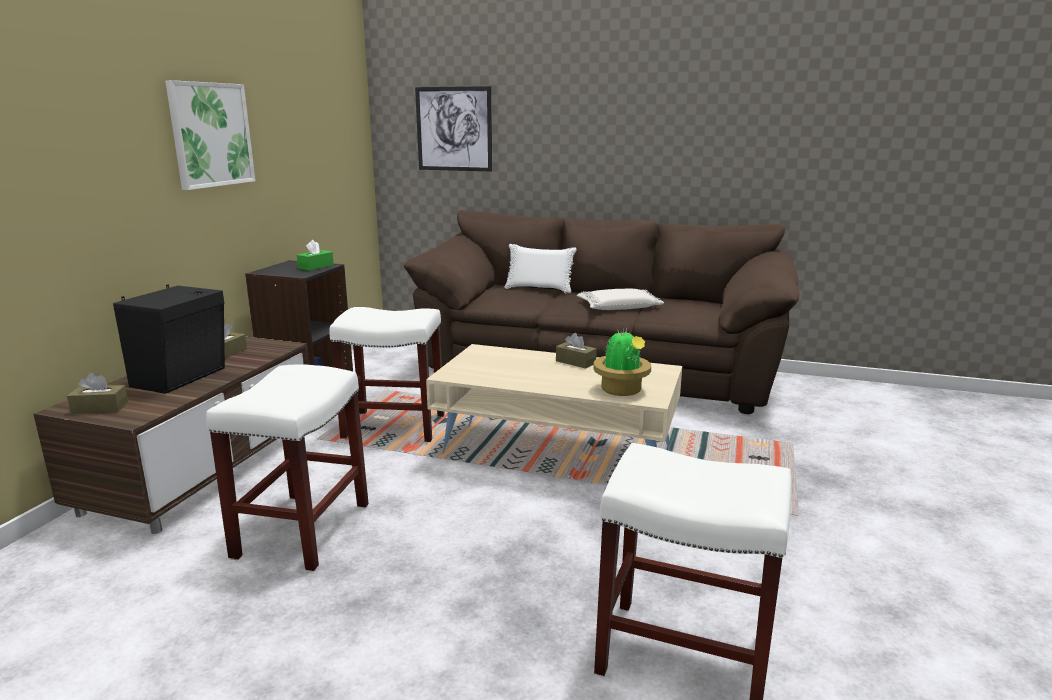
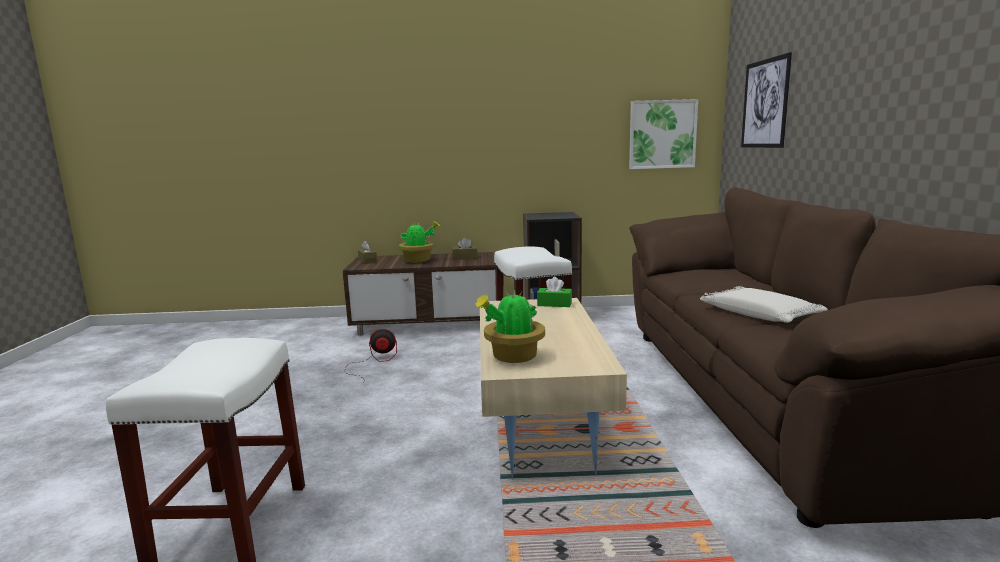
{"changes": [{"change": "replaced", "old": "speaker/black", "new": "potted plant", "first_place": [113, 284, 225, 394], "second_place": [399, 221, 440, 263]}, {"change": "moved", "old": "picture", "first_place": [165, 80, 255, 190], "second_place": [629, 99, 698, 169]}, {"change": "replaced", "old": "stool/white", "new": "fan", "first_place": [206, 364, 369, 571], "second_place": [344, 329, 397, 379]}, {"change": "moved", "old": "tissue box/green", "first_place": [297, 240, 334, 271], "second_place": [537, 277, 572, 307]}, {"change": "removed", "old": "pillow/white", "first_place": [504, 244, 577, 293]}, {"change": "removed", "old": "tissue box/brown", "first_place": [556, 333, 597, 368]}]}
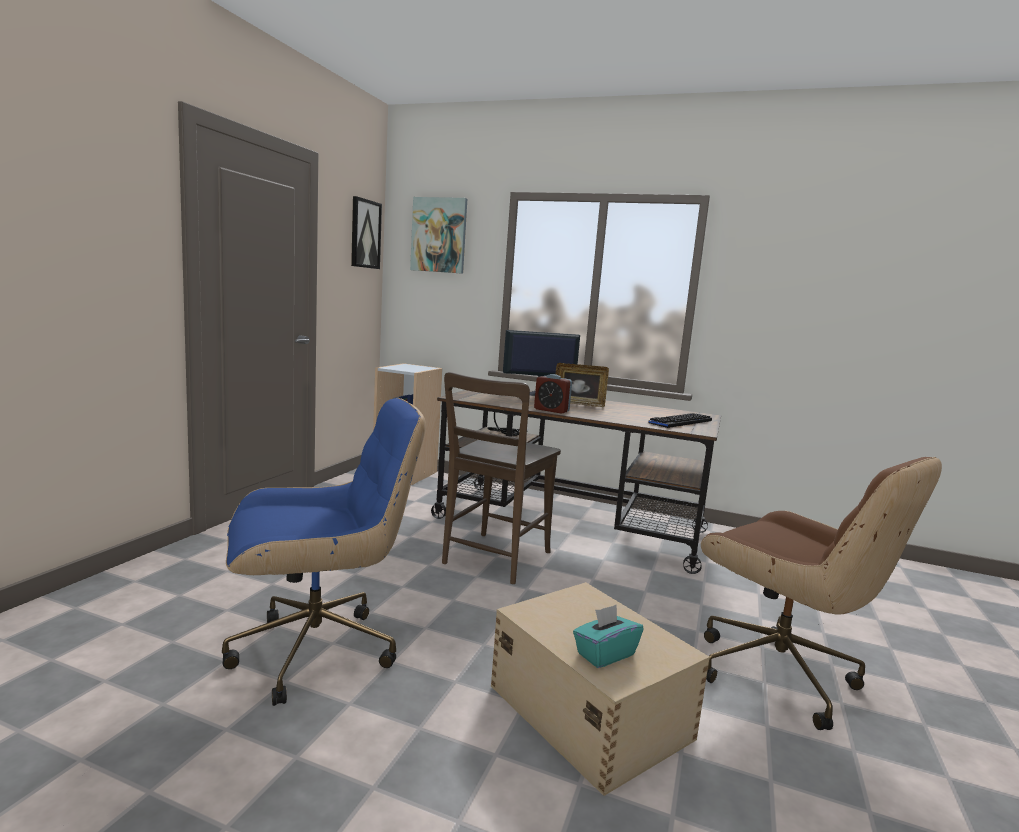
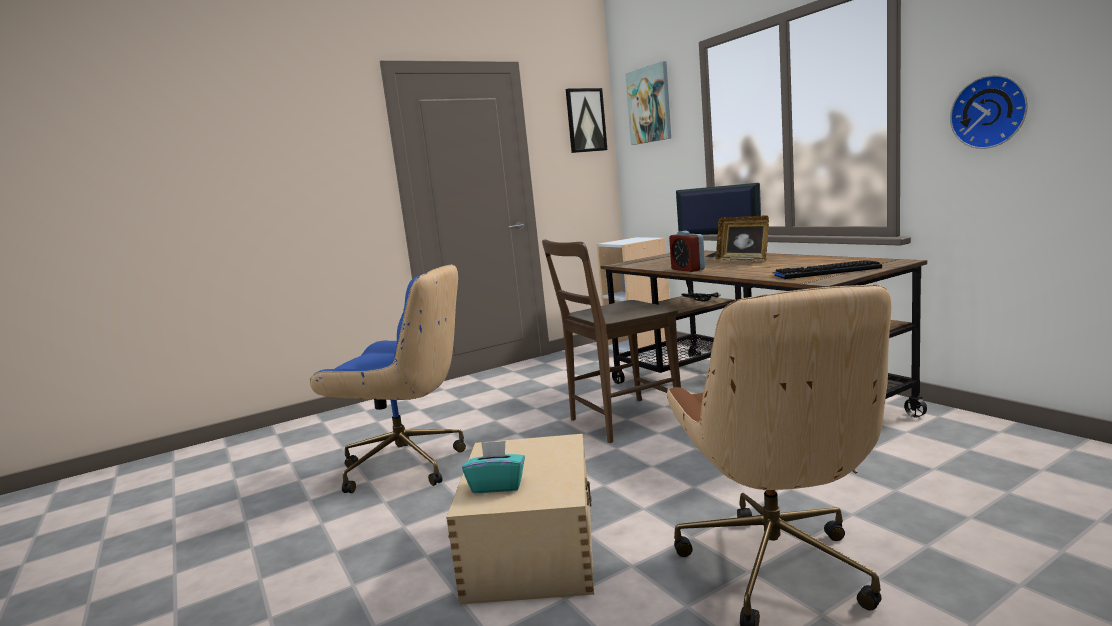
{"changes": [{"change": "added", "new": "wall clock", "second_place": [950, 75, 1028, 149]}]}
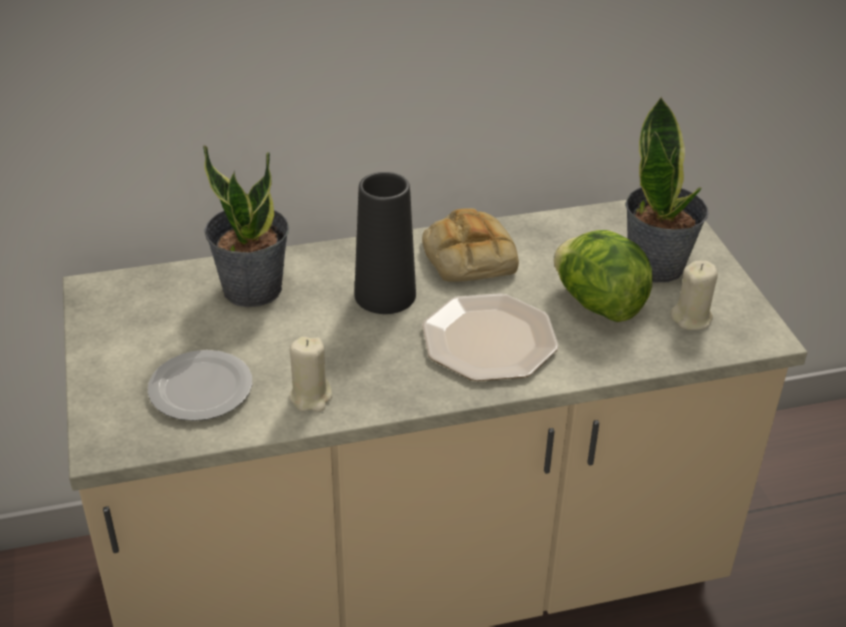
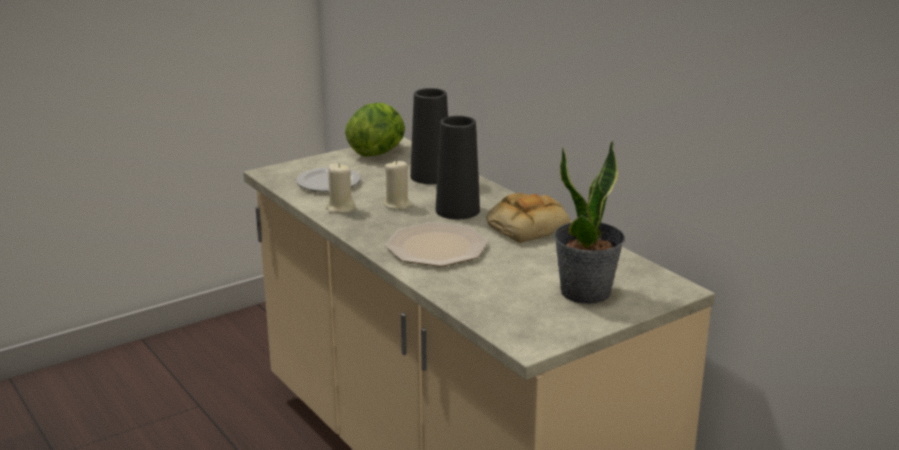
{"changes": [{"change": "replaced", "old": "potted plant", "new": "vase/black", "first_place": [203, 145, 289, 307], "second_place": [410, 88, 448, 184]}, {"change": "moved", "old": "lettuce", "first_place": [554, 230, 652, 322], "second_place": [345, 103, 405, 156]}, {"change": "moved", "old": "candle/beige", "first_place": [670, 261, 718, 330], "second_place": [383, 160, 413, 210]}]}
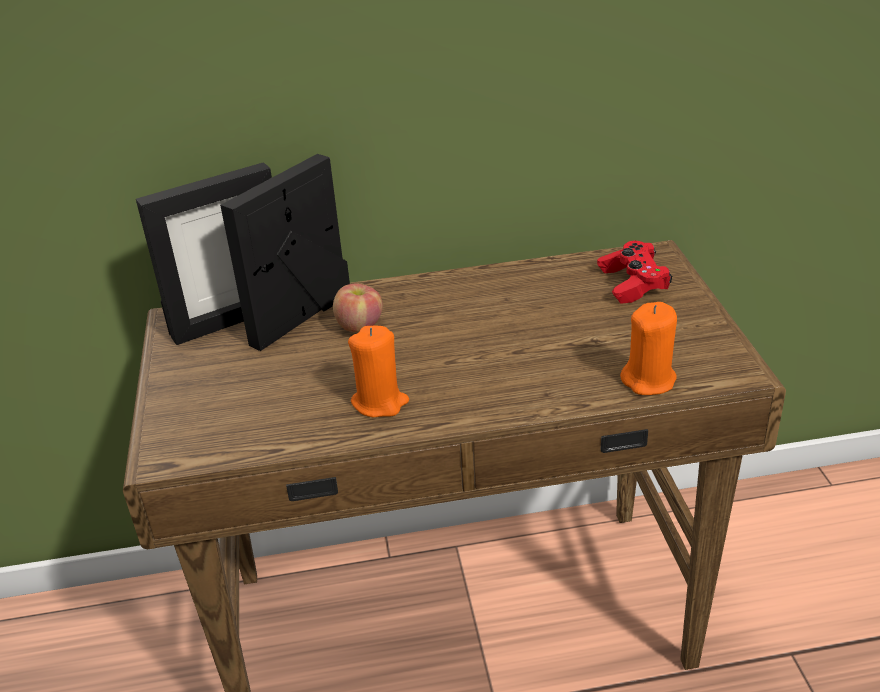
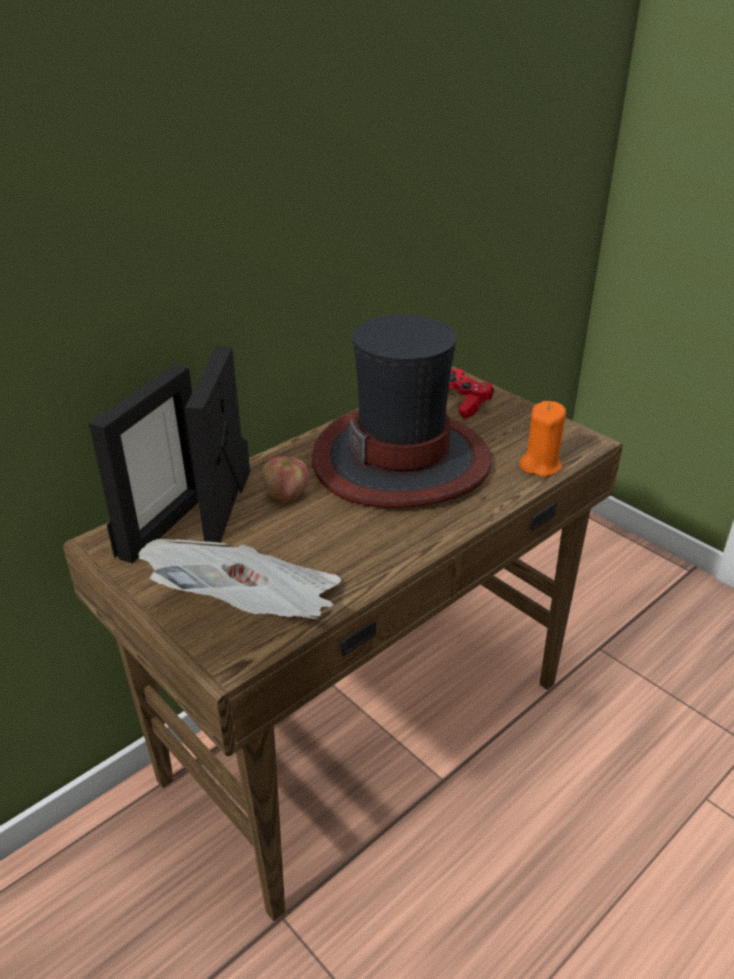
{"changes": [{"change": "removed", "old": "candle/orange", "first_place": [348, 326, 409, 417]}, {"change": "added", "new": "newspaper", "second_place": [138, 539, 341, 619]}, {"change": "added", "new": "hat", "second_place": [312, 314, 491, 508]}]}
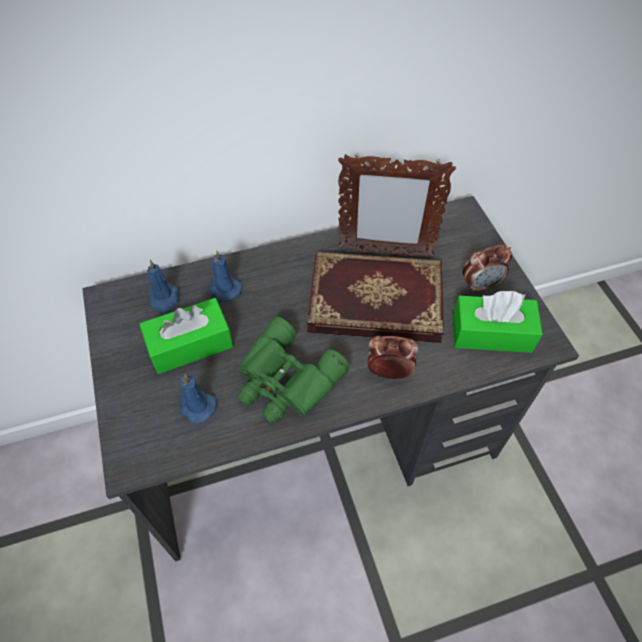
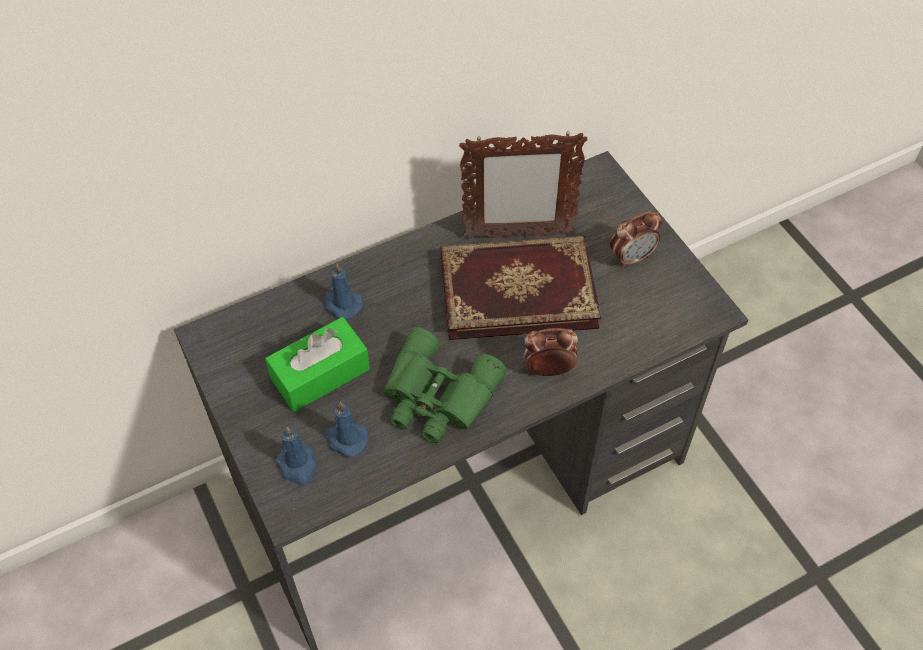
{"changes": [{"change": "moved", "old": "candle/blue", "first_place": [147, 260, 178, 314], "second_place": [276, 427, 317, 486]}, {"change": "removed", "old": "tissue box/green", "first_place": [452, 291, 543, 353]}]}
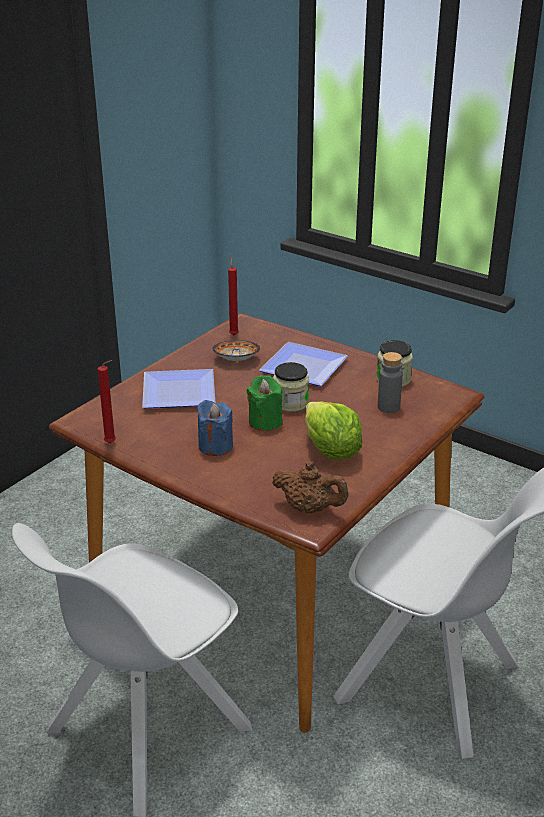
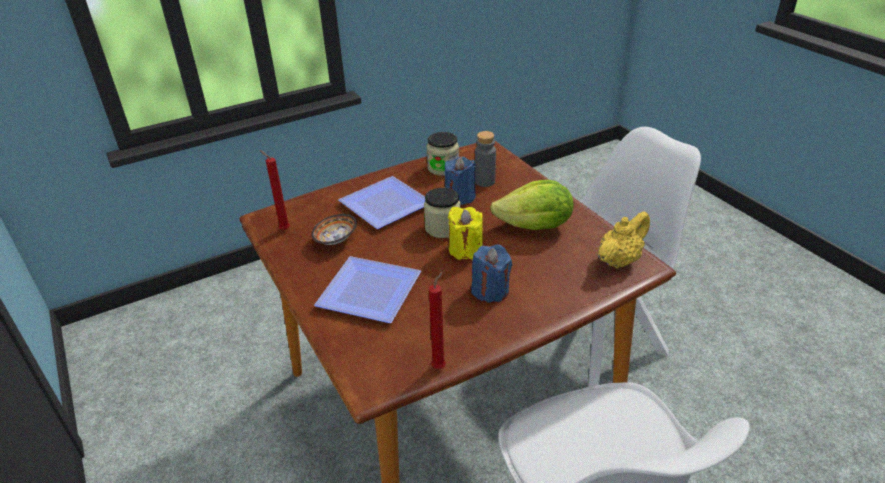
{"changes": [{"change": "recoloured", "old": "candle/green", "new": "candle/yellow", "first_place": [247, 375, 282, 431], "second_place": [448, 207, 483, 261]}, {"change": "recoloured", "old": "teapot/brown", "new": "teapot/yellow", "first_place": [272, 461, 349, 513], "second_place": [598, 211, 650, 269]}, {"change": "added", "new": "candle/blue", "second_place": [445, 156, 476, 204]}]}
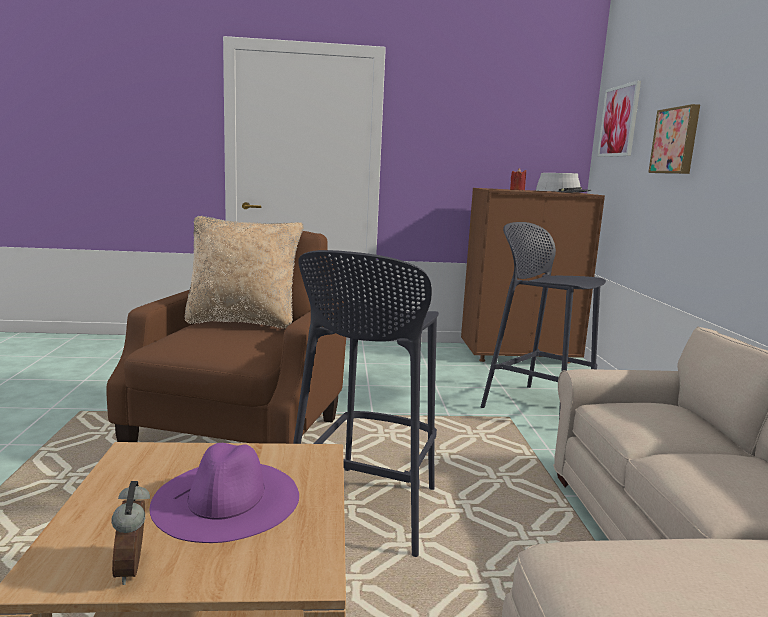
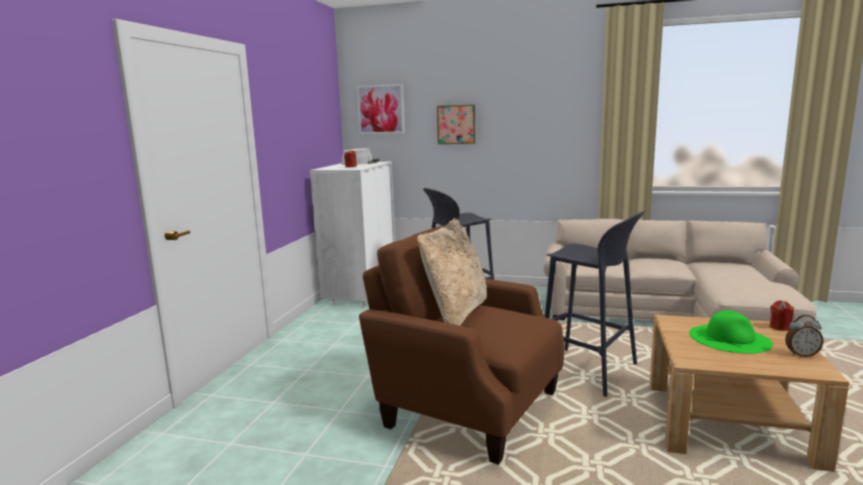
{"changes": [{"change": "recoloured", "old": "hat/purple", "new": "hat/green", "first_place": [150, 443, 299, 543], "second_place": [689, 310, 773, 354]}, {"change": "recoloured", "old": "cabinet/brown", "new": "cabinet/white", "first_place": [461, 188, 605, 364], "second_place": [310, 162, 395, 306]}, {"change": "added", "new": "candle/red", "second_place": [770, 300, 794, 331]}]}
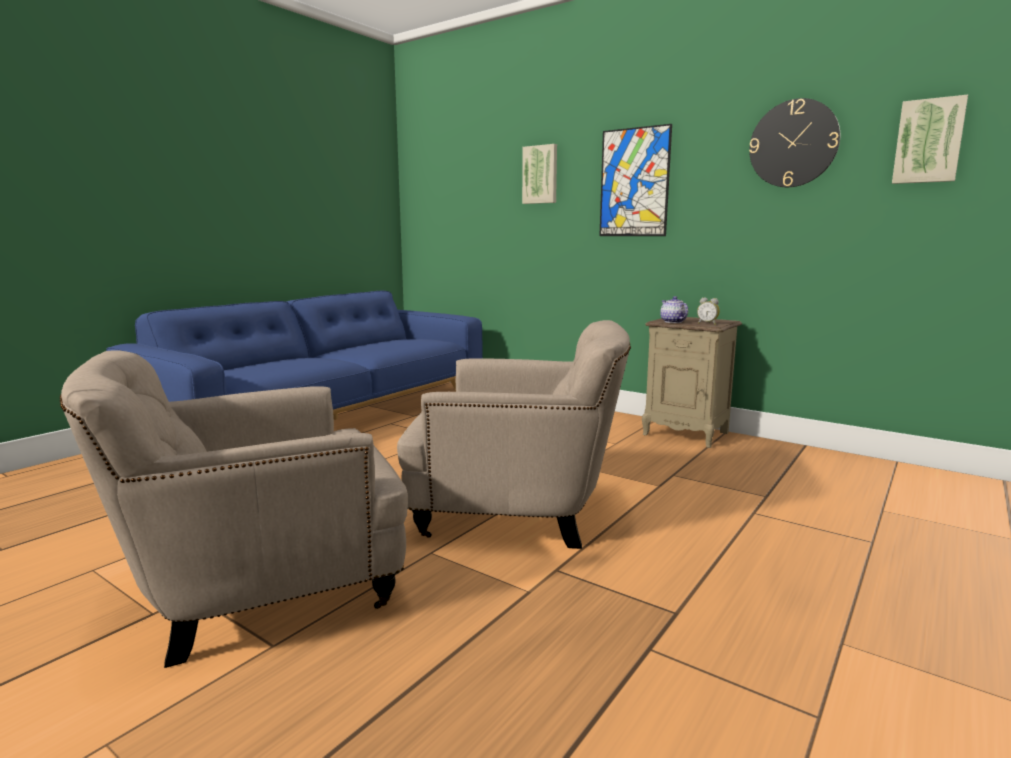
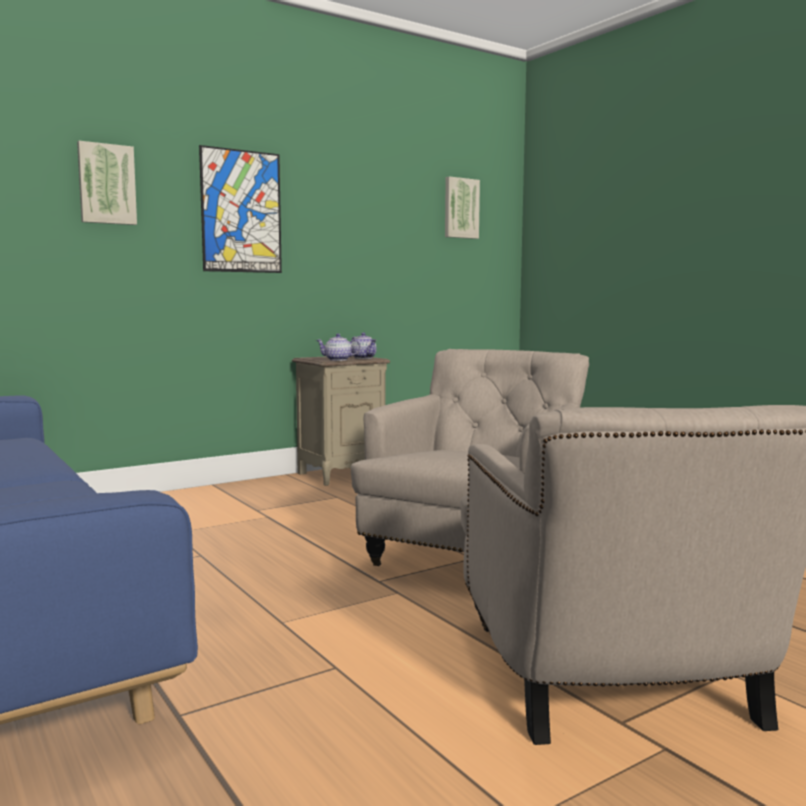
{"changes": [{"change": "replaced", "old": "alarm clock", "new": "teapot", "first_place": [697, 297, 720, 325], "second_place": [351, 333, 376, 359]}, {"change": "removed", "old": "wall clock", "first_place": [749, 98, 840, 187]}]}
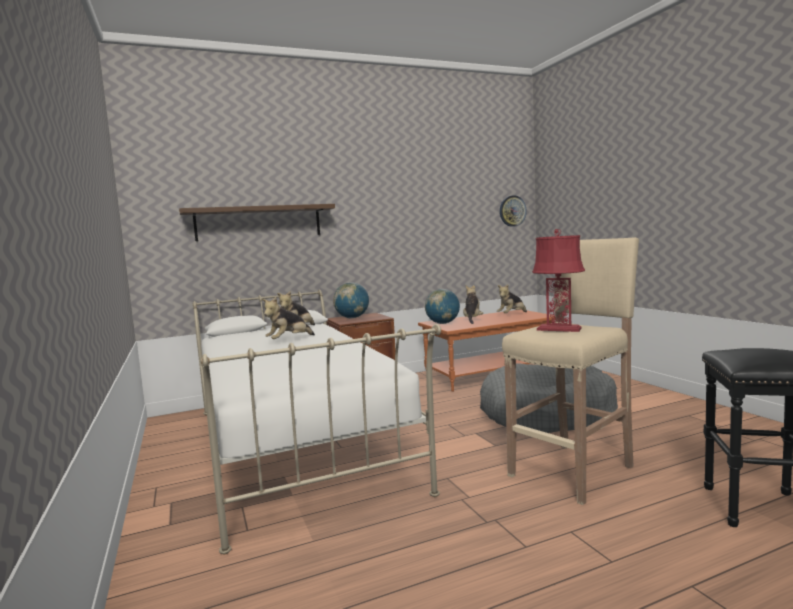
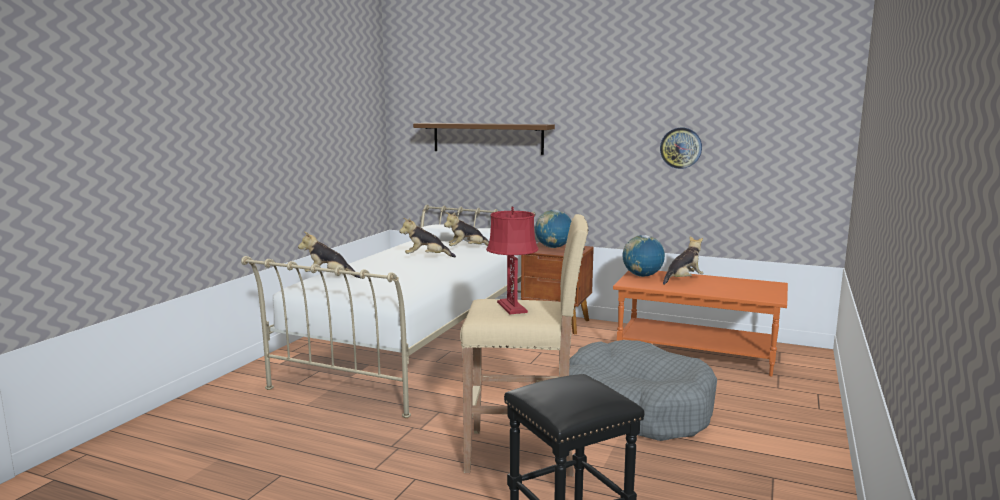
{"changes": [{"change": "moved", "old": "plush toy", "first_place": [497, 284, 527, 313], "second_place": [298, 231, 360, 278]}, {"change": "moved", "old": "wall clock", "first_place": [500, 195, 527, 227], "second_place": [660, 128, 702, 169]}]}
